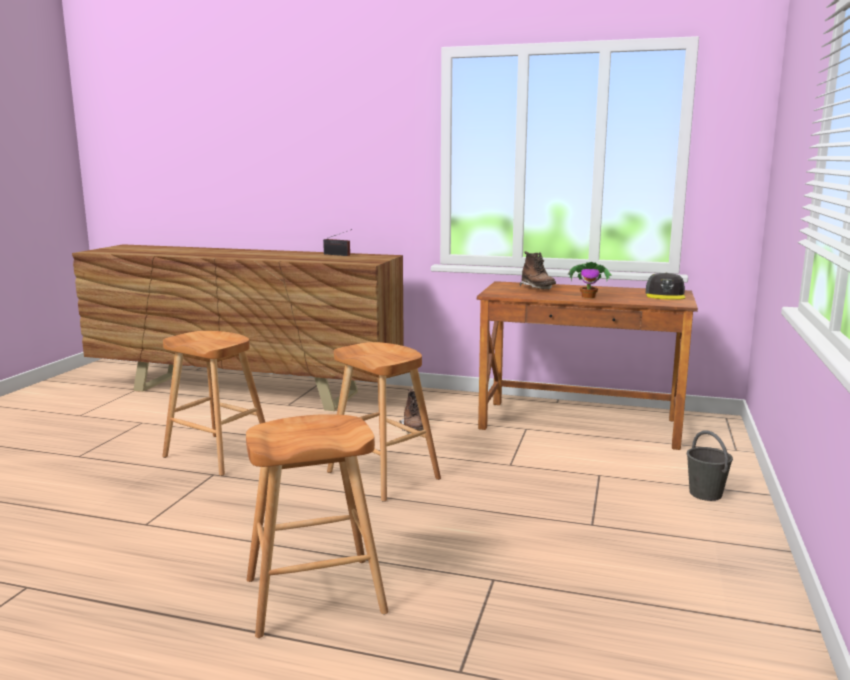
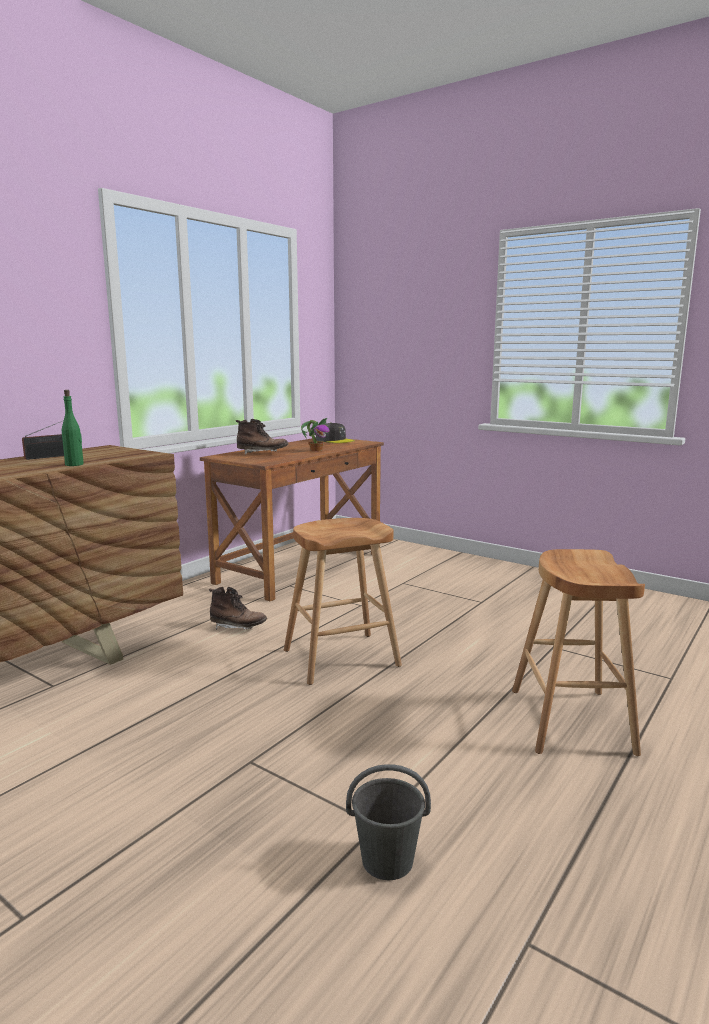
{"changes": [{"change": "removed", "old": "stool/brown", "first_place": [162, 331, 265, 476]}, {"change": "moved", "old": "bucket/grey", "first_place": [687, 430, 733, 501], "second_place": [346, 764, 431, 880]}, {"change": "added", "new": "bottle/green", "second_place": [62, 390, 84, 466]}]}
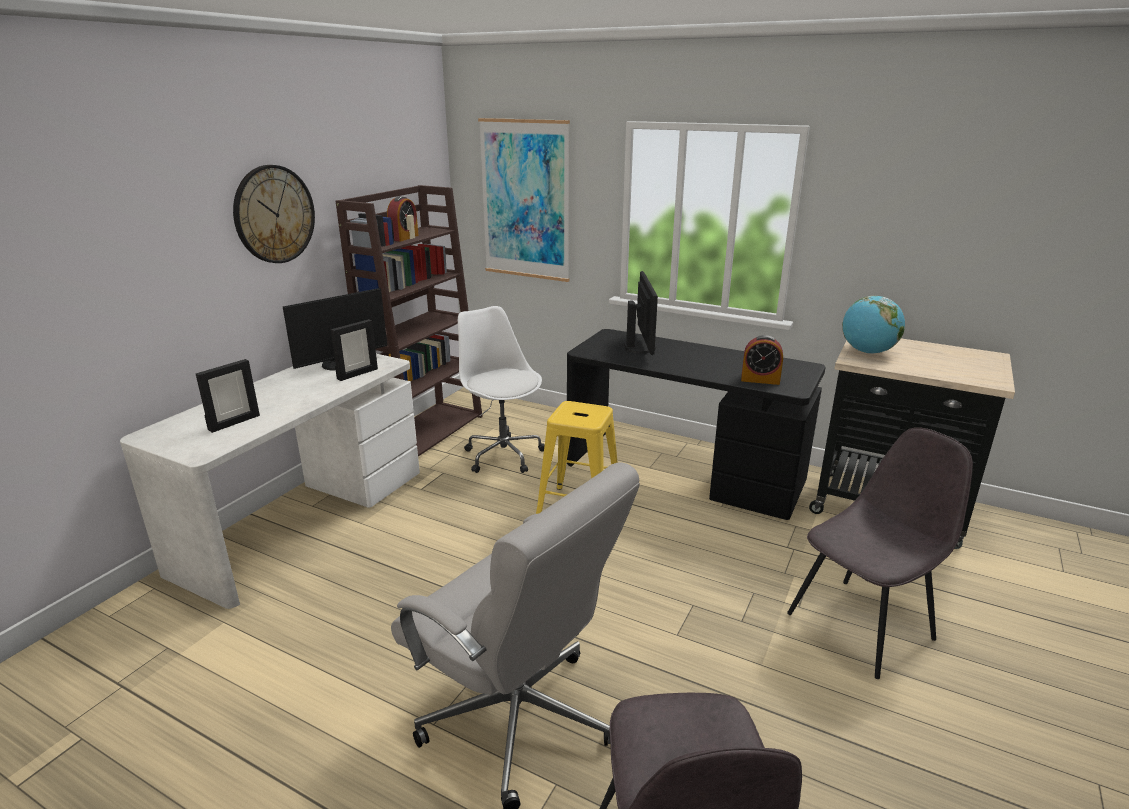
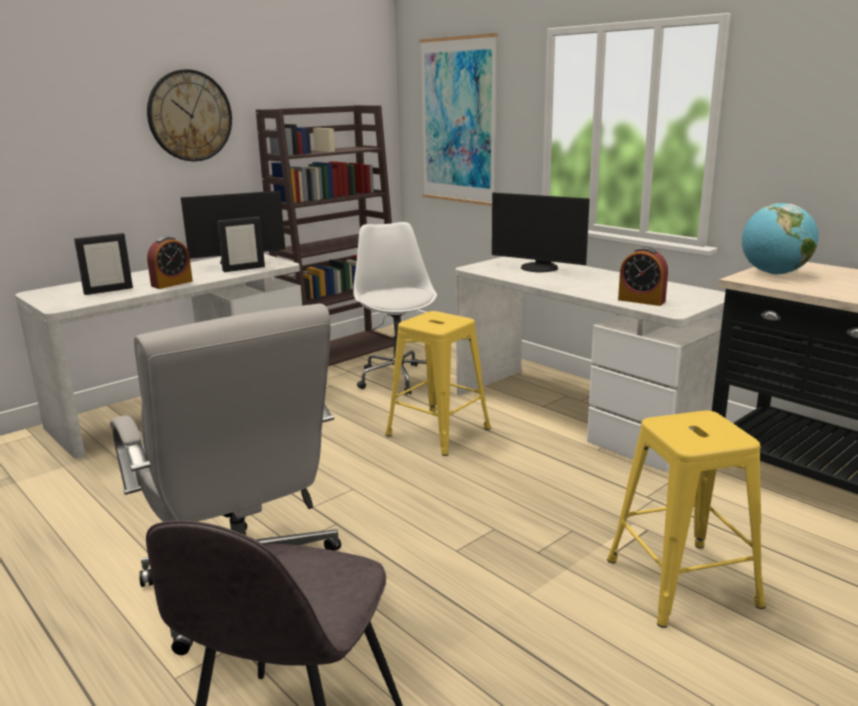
{"changes": [{"change": "moved", "old": "alarm clock", "first_place": [387, 196, 419, 242], "second_place": [147, 236, 193, 289]}, {"change": "recoloured", "old": "desk/black", "new": "desk/white", "first_place": [567, 329, 826, 520], "second_place": [456, 256, 725, 472]}, {"change": "turned", "old": "monitor", "first_place": [624, 271, 658, 355], "second_place": [492, 193, 590, 272], "degrees": 105}, {"change": "replaced", "old": "chair/grey", "new": "stool/yellow", "first_place": [787, 427, 973, 679], "second_place": [607, 411, 766, 628]}]}
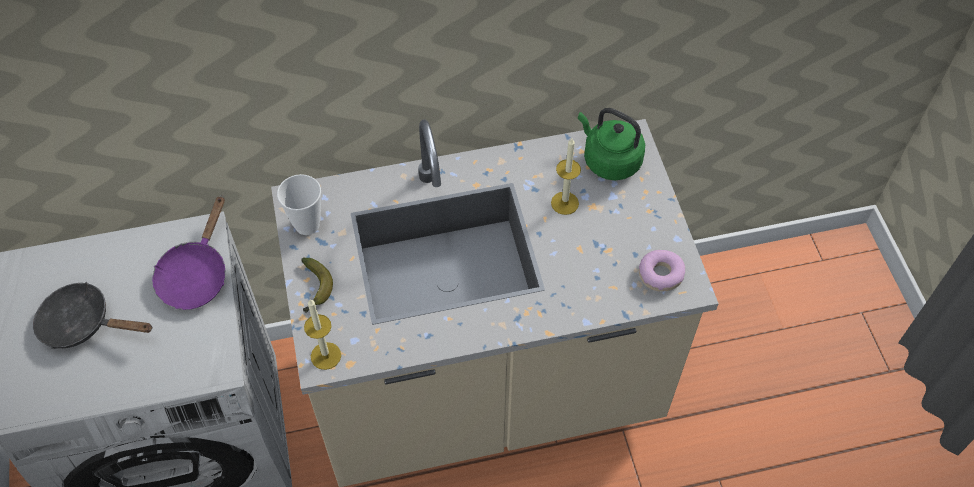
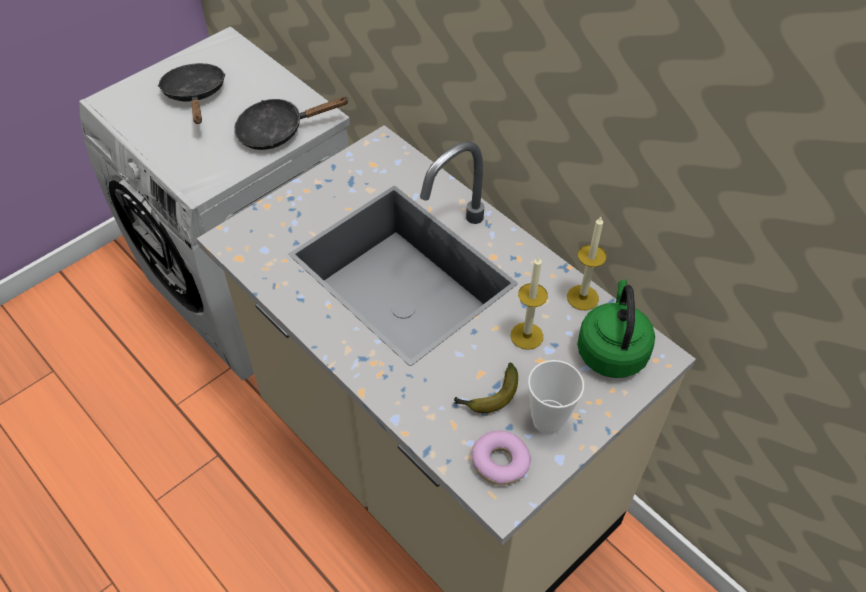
{"changes": [{"change": "recoloured", "old": "frying pan/purple", "new": "frying pan/black", "first_place": [152, 195, 225, 310], "second_place": [234, 97, 348, 150]}, {"change": "moved", "old": "cup", "first_place": [277, 174, 321, 235], "second_place": [528, 360, 584, 435]}, {"change": "moved", "old": "banana", "first_place": [301, 258, 333, 313], "second_place": [454, 363, 518, 413]}, {"change": "moved", "old": "candle", "first_place": [304, 299, 341, 370], "second_place": [567, 217, 607, 310]}]}
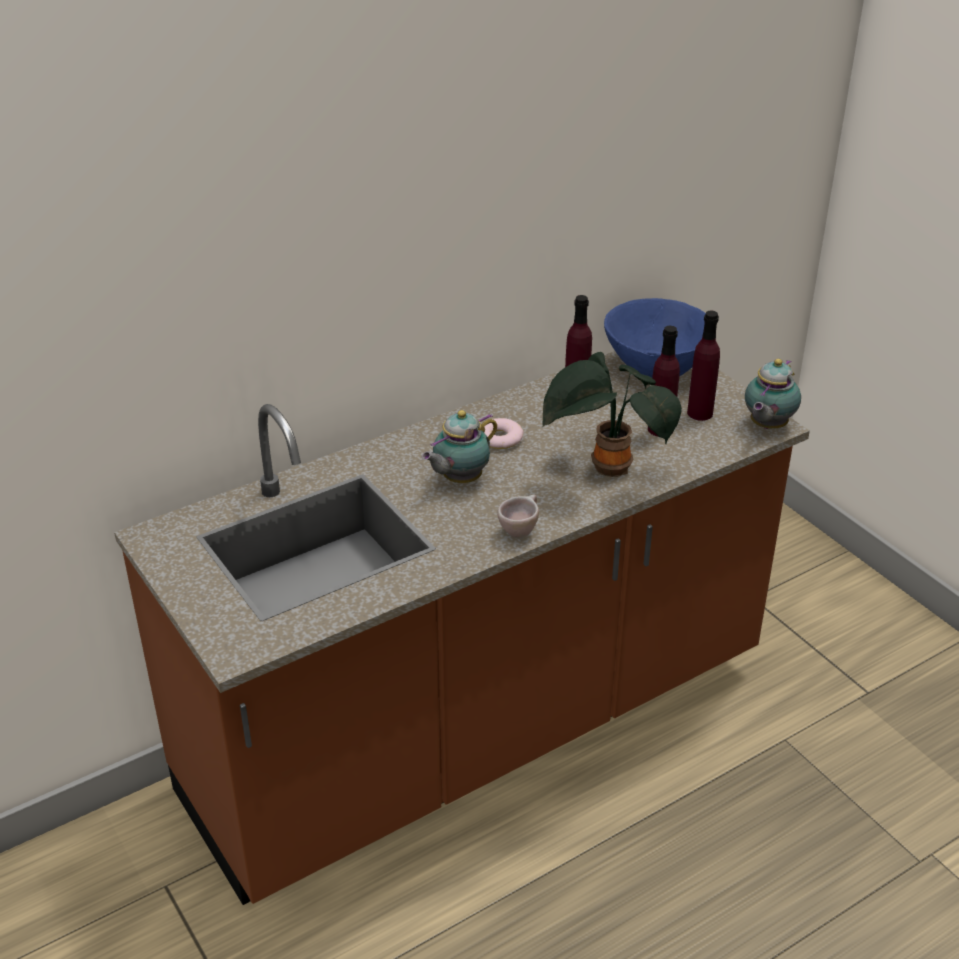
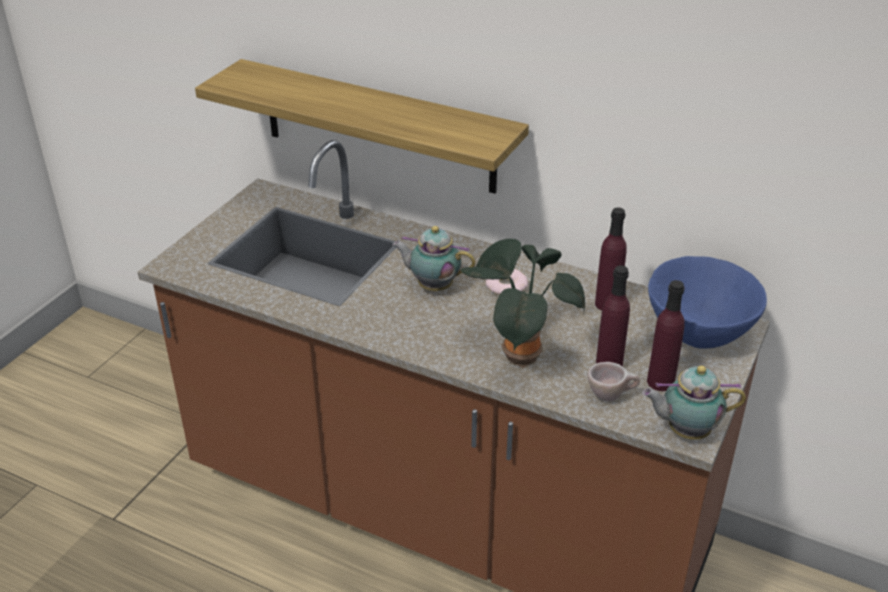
{"changes": [{"change": "moved", "old": "cup/beige", "first_place": [498, 494, 539, 538], "second_place": [588, 362, 640, 402]}, {"change": "added", "new": "shelf", "second_place": [195, 59, 529, 194]}]}
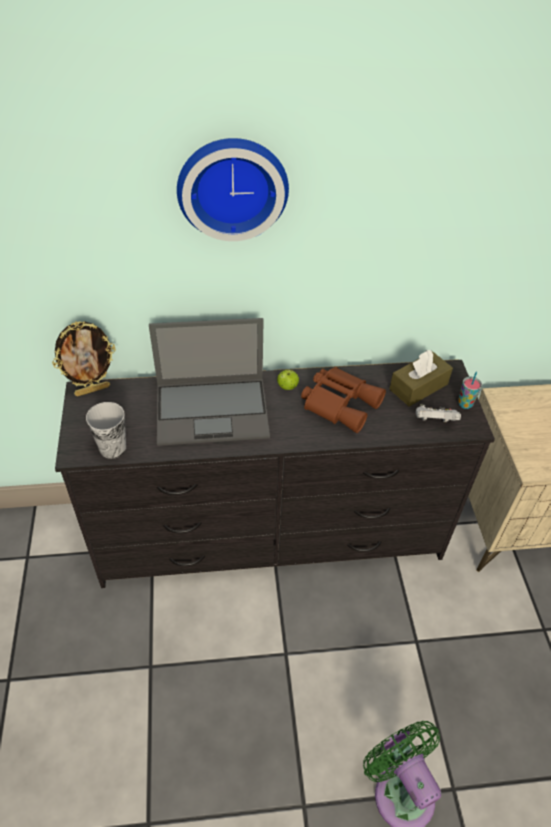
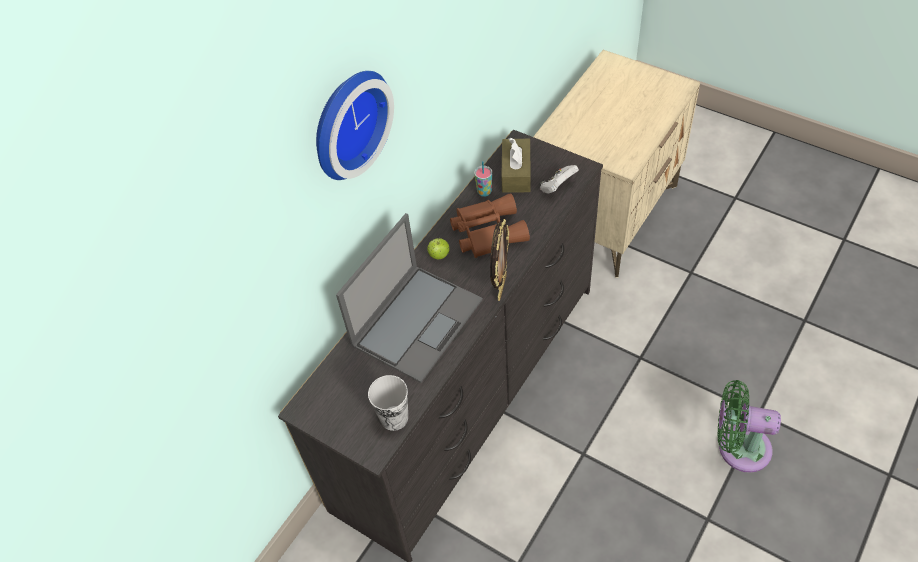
{"changes": [{"change": "moved", "old": "picture frame", "first_place": [52, 321, 116, 396], "second_place": [490, 219, 509, 301]}, {"change": "moved", "old": "cup", "first_place": [458, 372, 482, 409], "second_place": [474, 161, 492, 197]}]}
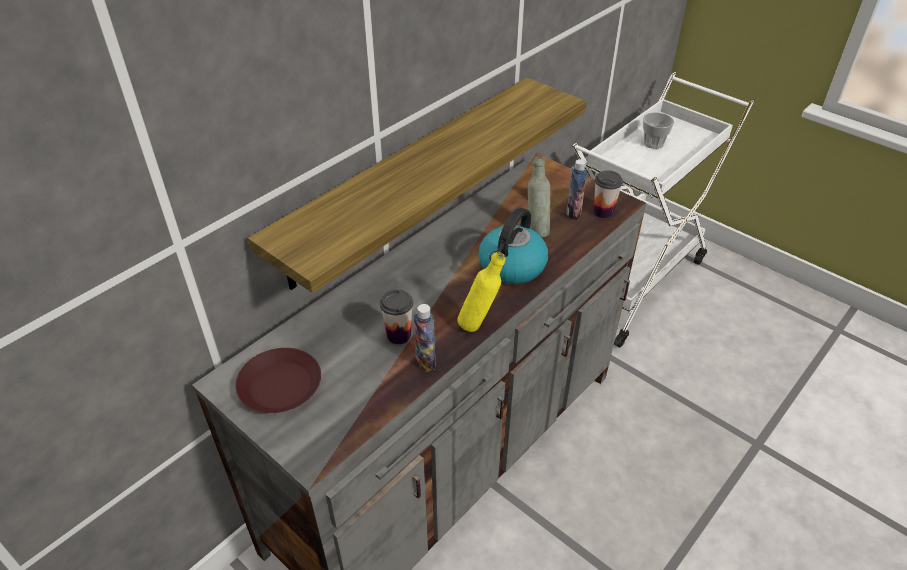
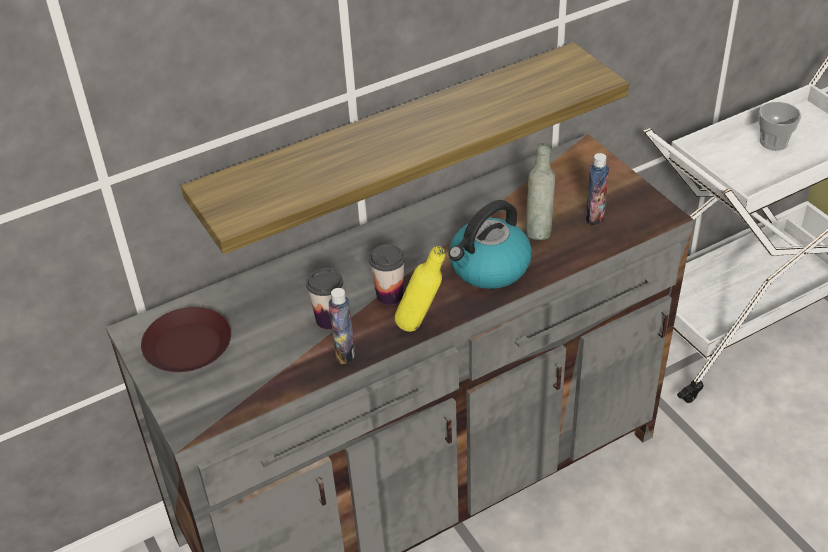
{"changes": [{"change": "moved", "old": "cup", "first_place": [594, 170, 623, 218], "second_place": [369, 244, 405, 305]}]}
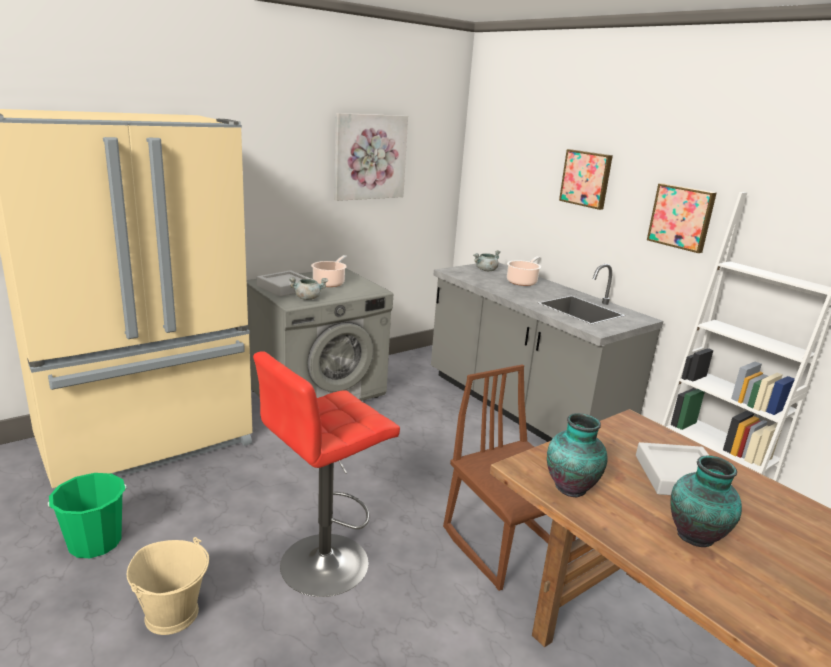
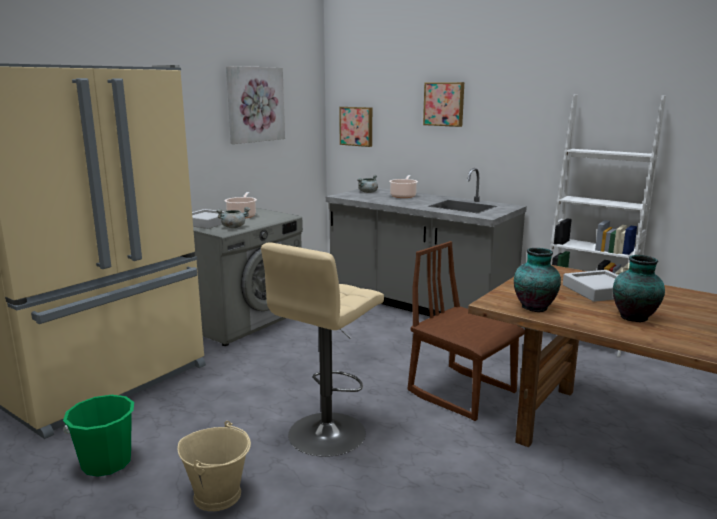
{"changes": [{"change": "recoloured", "old": "stool/red", "new": "stool/beige", "first_place": [253, 351, 400, 597], "second_place": [261, 242, 384, 457]}, {"change": "moved", "old": "picture", "first_place": [647, 183, 717, 253], "second_place": [339, 107, 372, 147]}]}
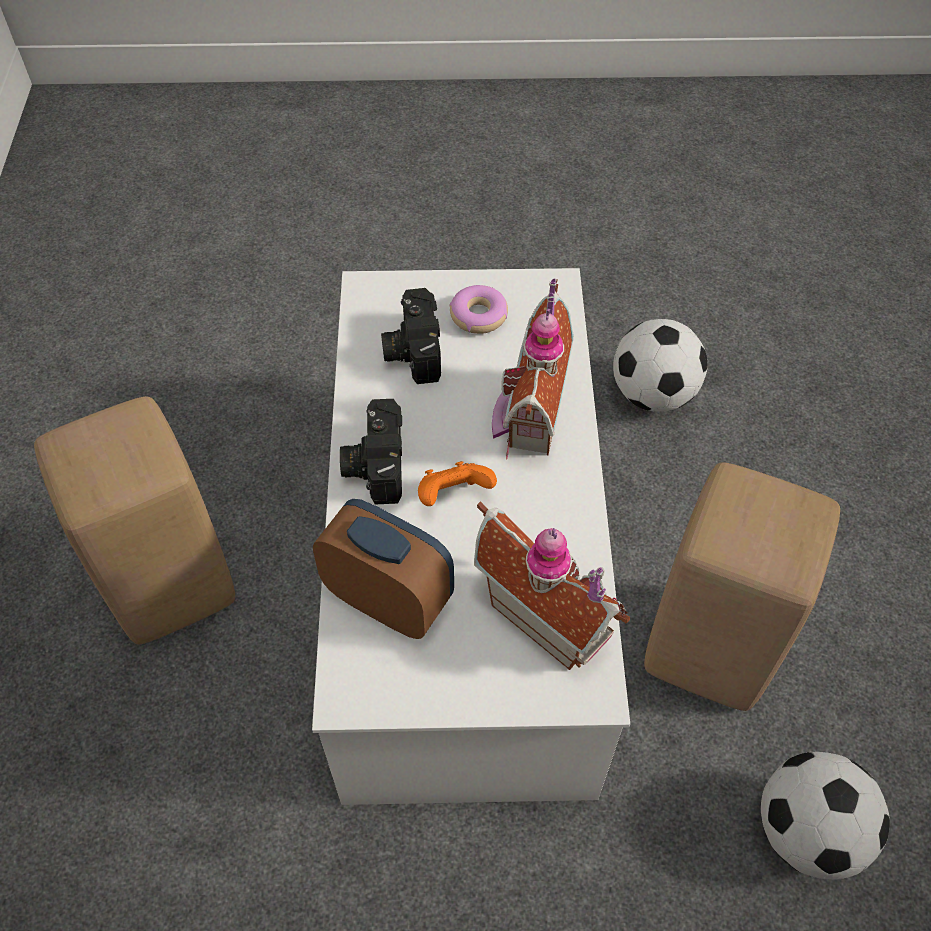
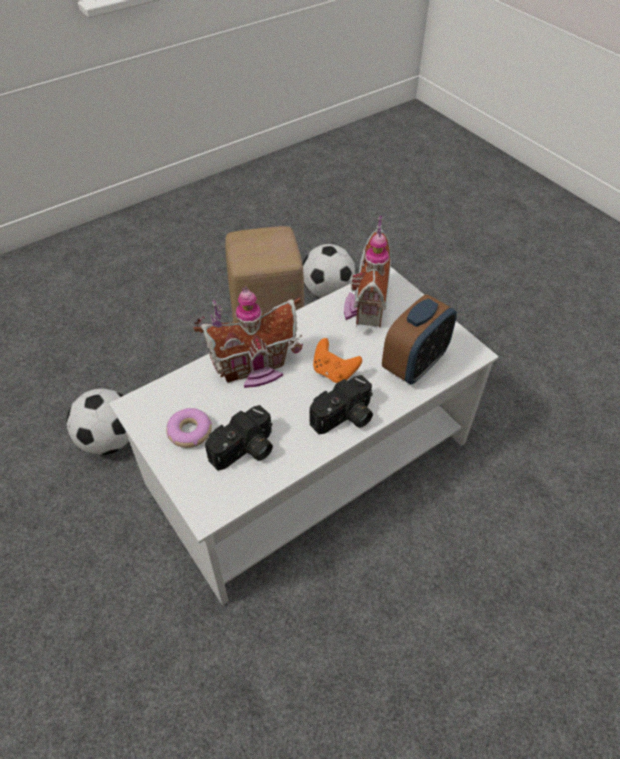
{"changes": [{"change": "removed", "old": "stool/beige", "first_place": [34, 396, 235, 644]}, {"change": "turned", "old": "alarm clock", "first_place": [313, 499, 454, 639], "second_place": [382, 294, 457, 384], "degrees": -135}]}
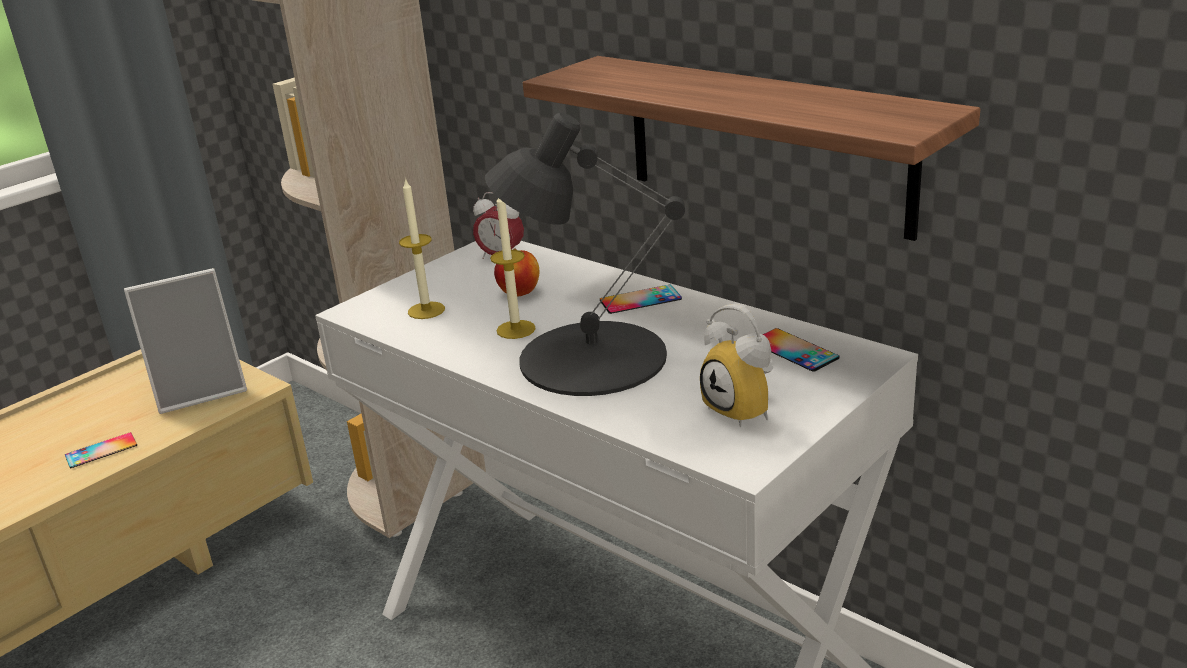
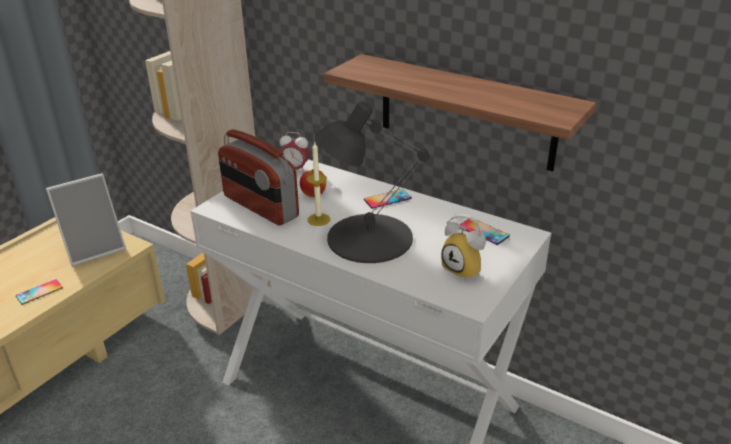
{"changes": [{"change": "replaced", "old": "candle", "new": "radio", "first_place": [399, 177, 445, 319], "second_place": [218, 129, 299, 226]}]}
